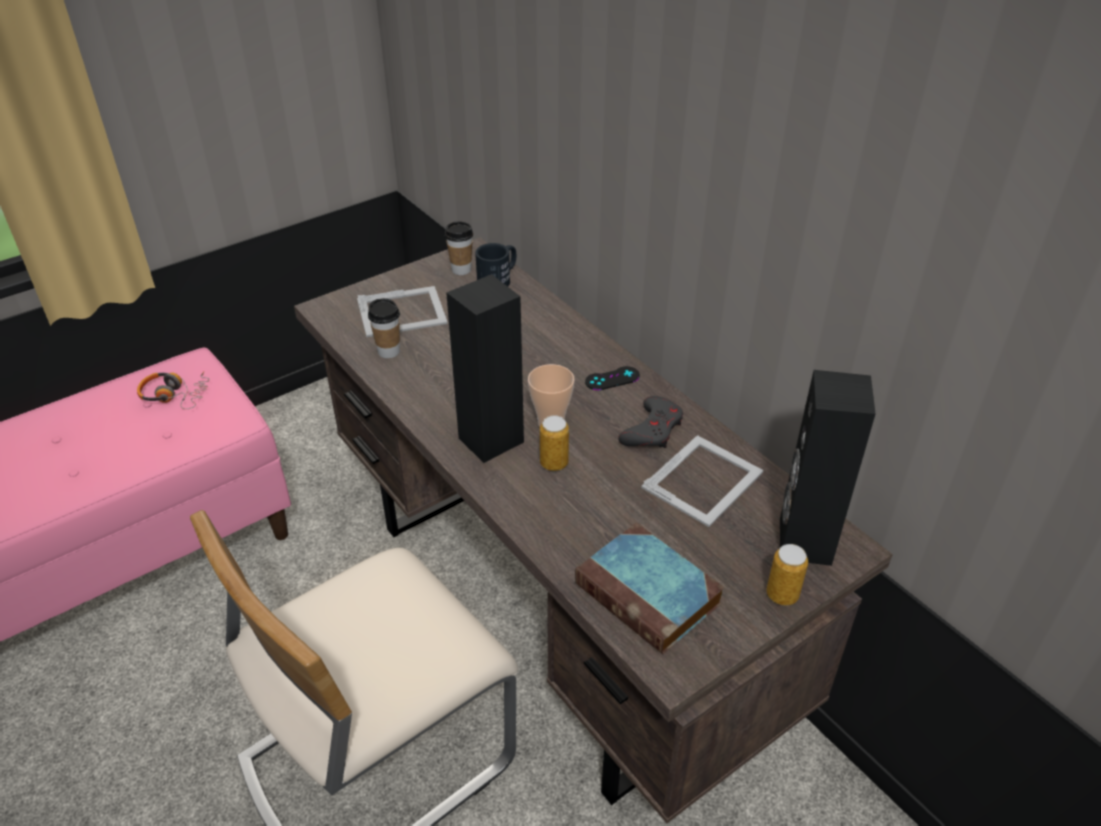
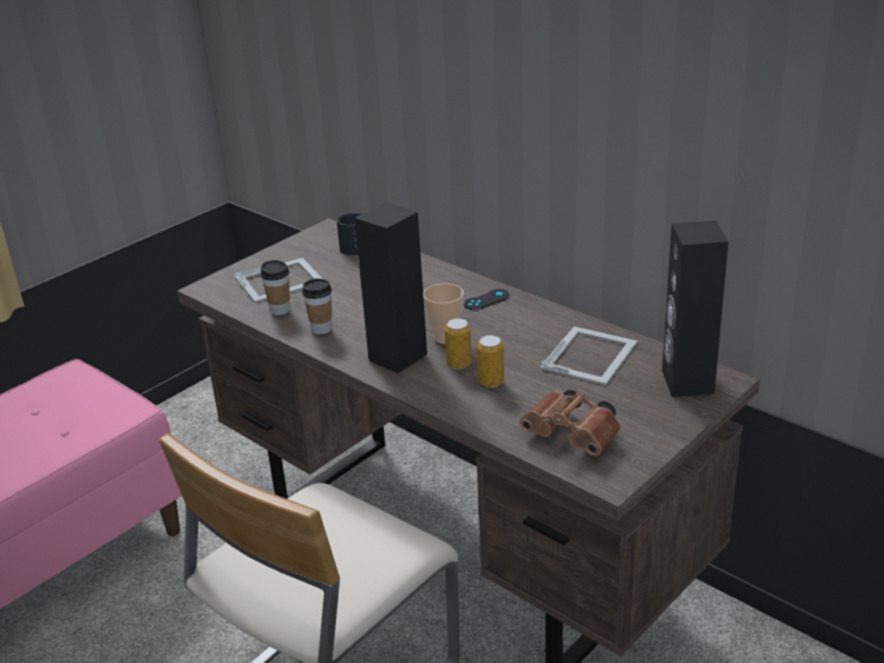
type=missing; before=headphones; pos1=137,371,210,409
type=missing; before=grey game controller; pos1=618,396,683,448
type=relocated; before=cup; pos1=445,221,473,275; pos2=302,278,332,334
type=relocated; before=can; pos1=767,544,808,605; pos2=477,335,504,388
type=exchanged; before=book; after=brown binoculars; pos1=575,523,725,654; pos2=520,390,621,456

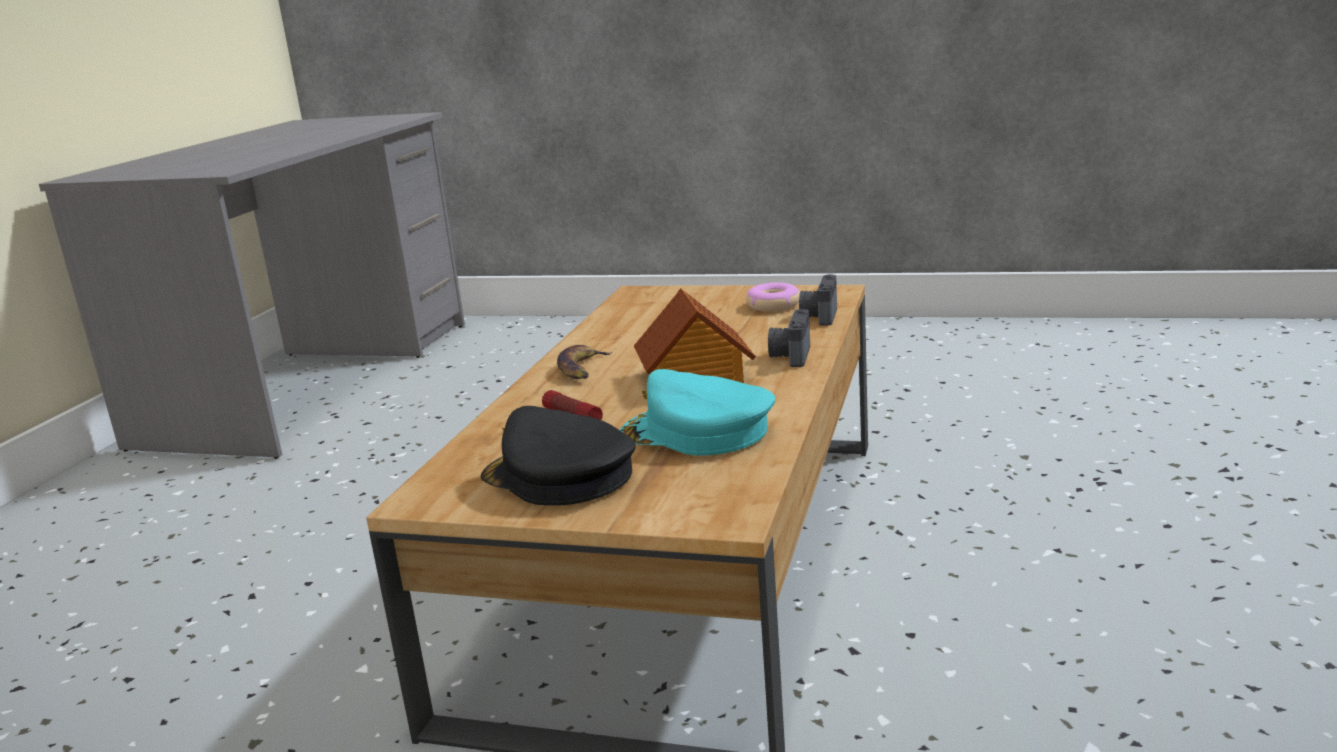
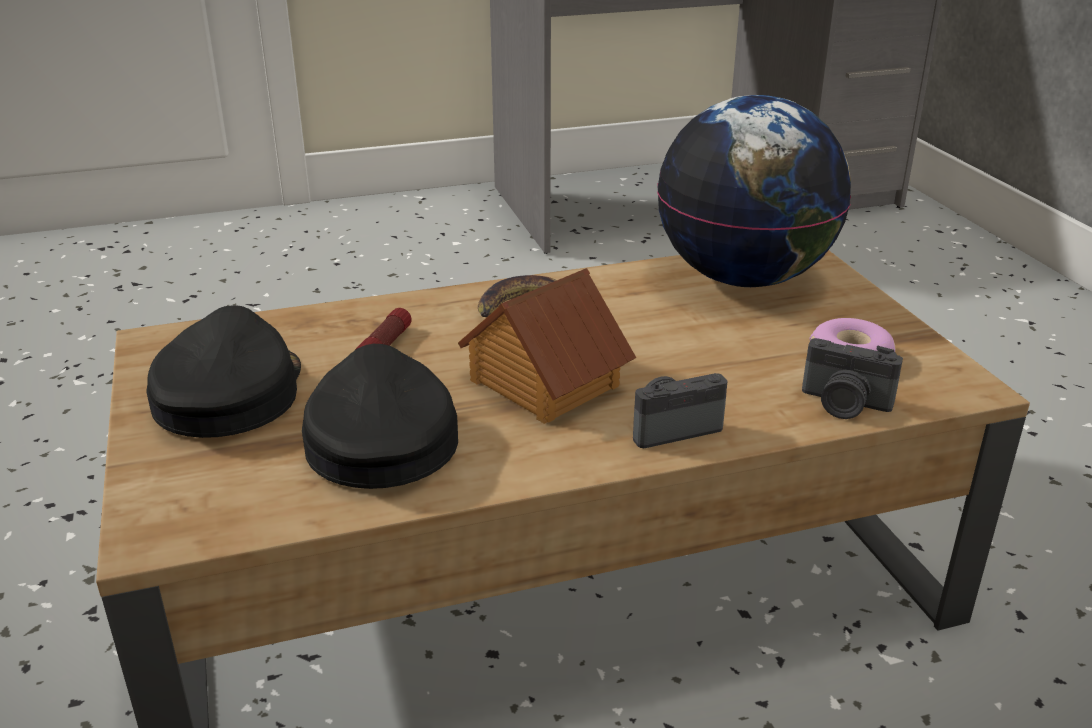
type=appeared; after=globe; pos2=657,95,851,287
type=colour; before=turquoise cap; after=black cap; pos1=620,369,775,456; pos2=302,344,458,489
type=spun; before=photo camera; pos1=799,274,837,326; pos2=802,338,903,419; turn=-135

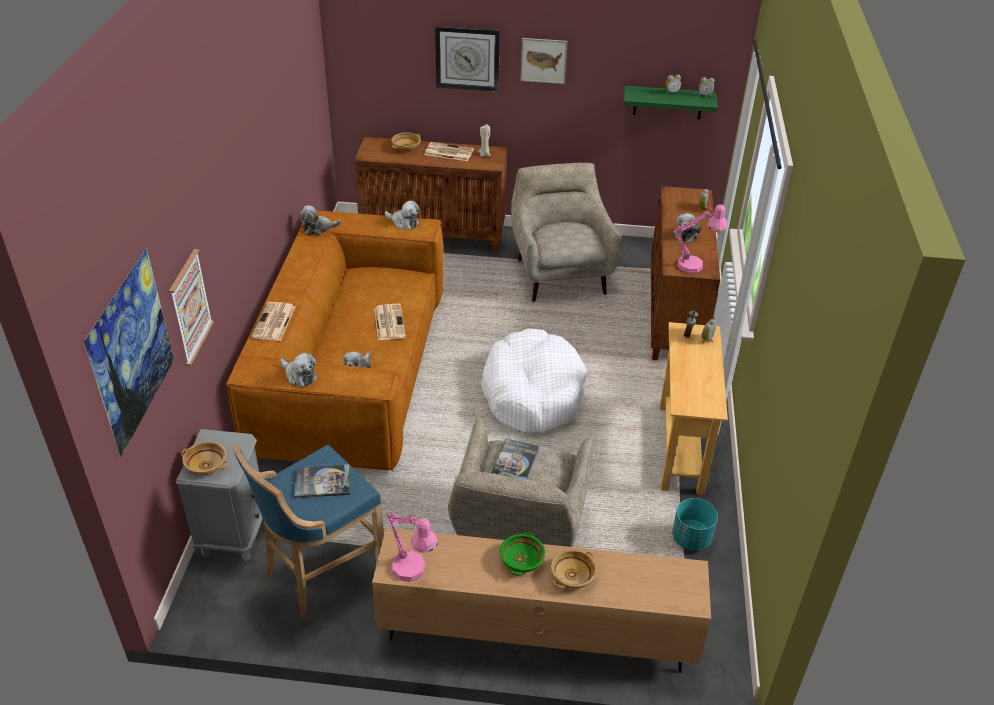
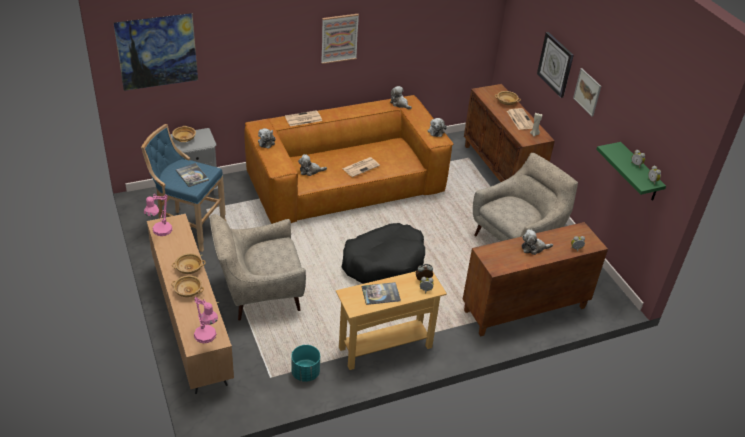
type=relocated; before=picture; pos1=169,249,214,366; pos2=321,14,359,64
type=relocated; before=book; pos1=491,439,539,480; pos2=362,282,401,305
type=relocated; before=pink table lamp; pos1=675,204,727,273; pos2=194,297,218,343
type=colour; before=white dog bed; after=black dog bed; pos1=481,328,587,434; pos2=341,223,425,284
type=colour; before=green bowl; after=beige bowl; pos1=500,532,545,575; pos2=172,253,206,274

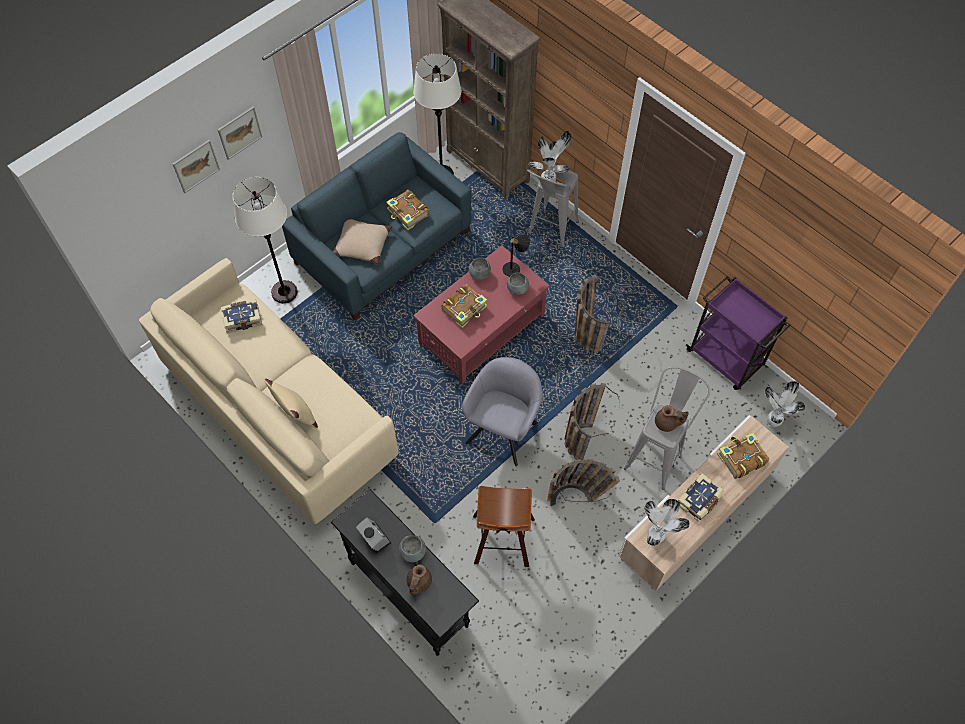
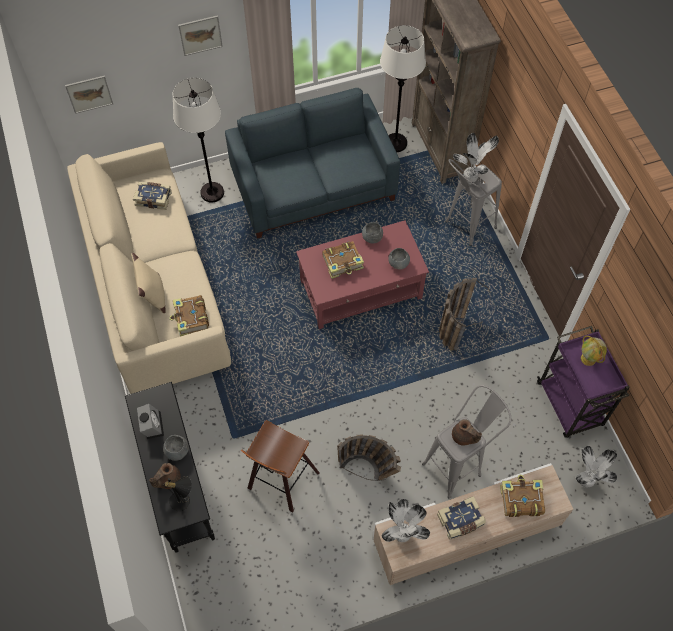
type=missing; before=beige pillow; pos1=333,218,392,264
type=missing; before=grey armchair; pos1=462,357,542,466
type=missing; before=basket; pos1=565,383,620,460
type=appeared; after=globe; pos2=581,336,607,366
type=relocated; before=picture; pos1=173,140,220,193; pos2=65,75,113,114
type=relocated; before=book; pos1=386,190,429,231; pos2=169,295,209,337
type=relocated; before=black table lamp; pos1=502,234,530,277; pos2=164,476,192,511

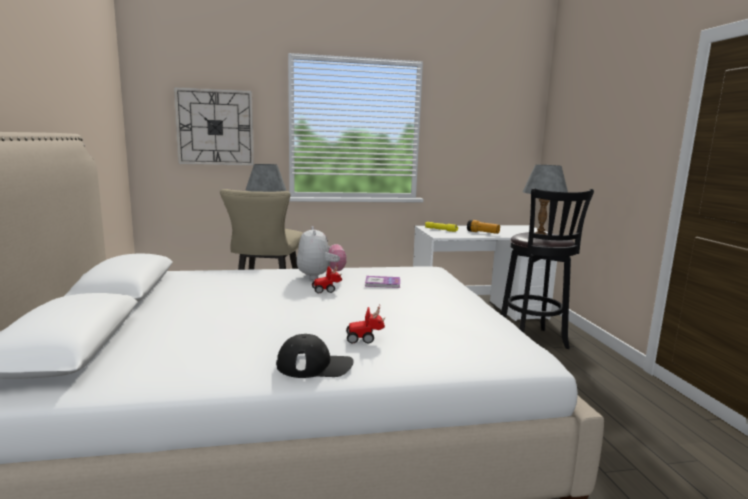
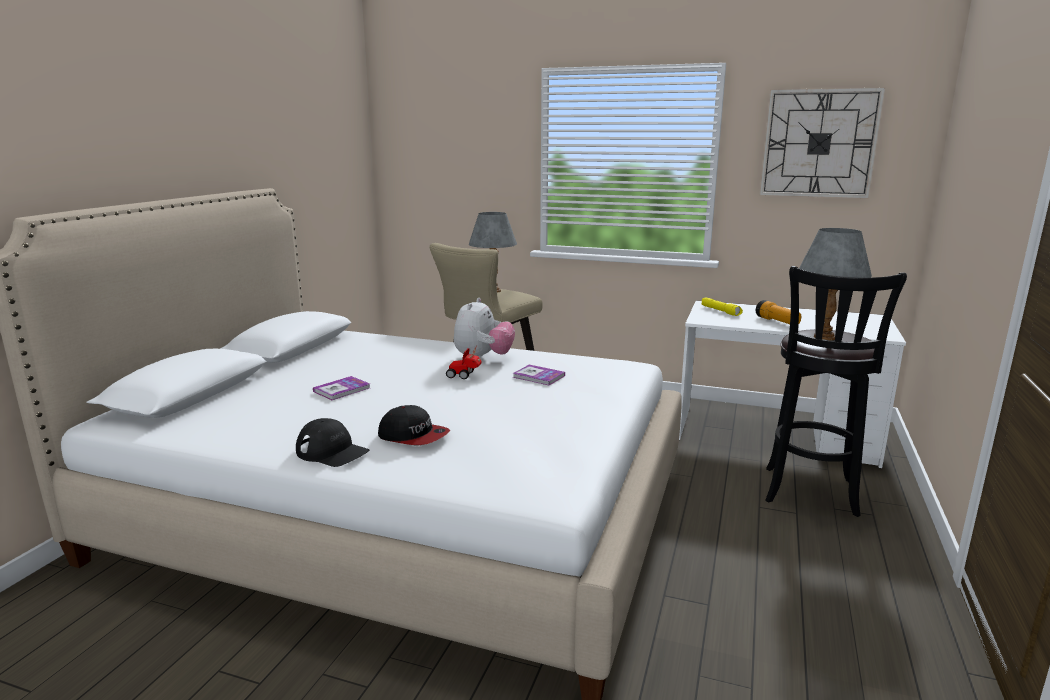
type=appeared; after=book; pos2=313,376,370,400
type=relocated; before=wall clock; pos1=174,87,254,166; pos2=760,88,885,199
type=exchanged; before=toy car; after=cap; pos1=346,305,385,344; pos2=378,405,450,445

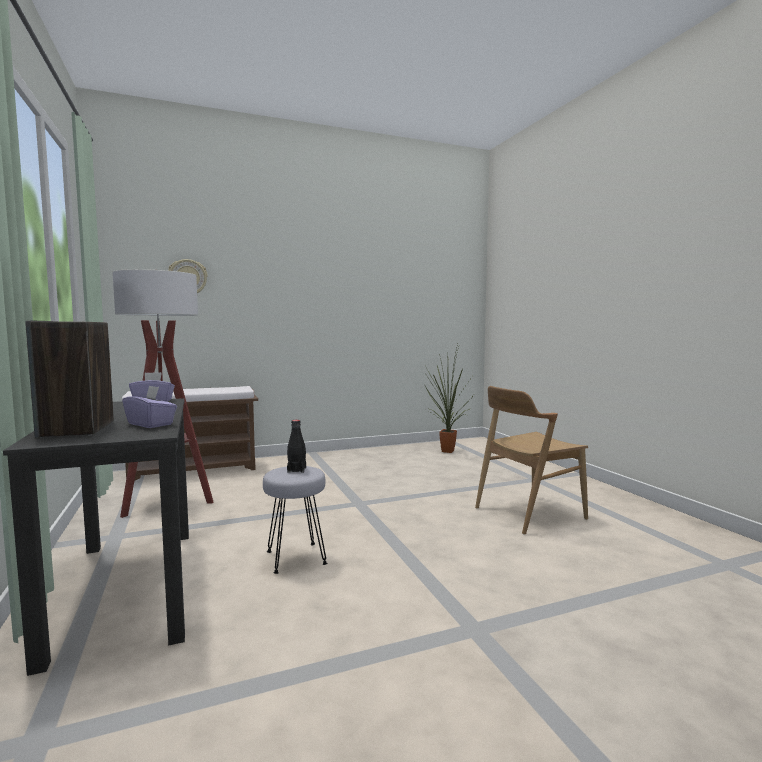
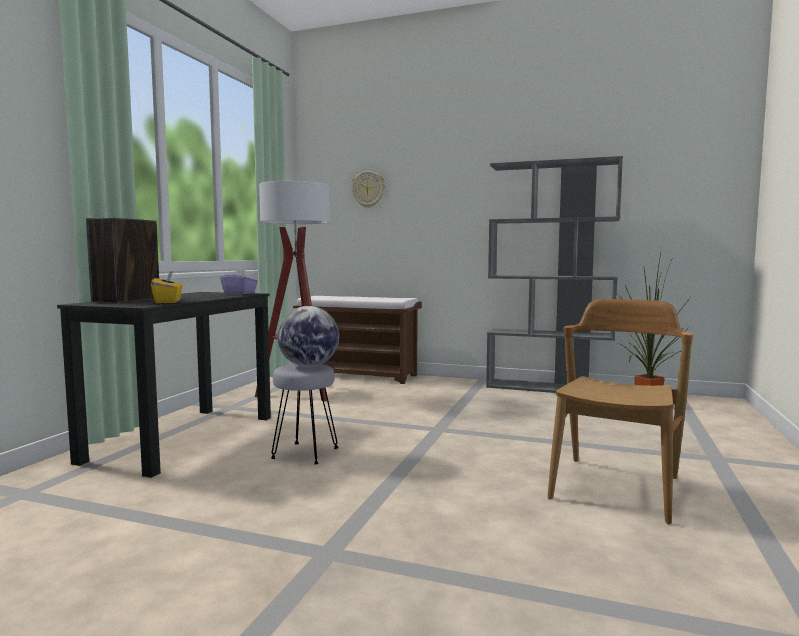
type=appeared; after=grey bookcase; pos2=486,156,623,393
type=exchanged; before=black bottle; after=globe; pos1=287,420,306,473; pos2=278,306,339,367
type=colour; before=purple tissue box; after=yellow tissue box; pos1=123,385,177,428; pos2=151,271,183,303
type=spun; before=brown chair; pos1=475,386,588,535; pos2=547,299,693,525; turn=105

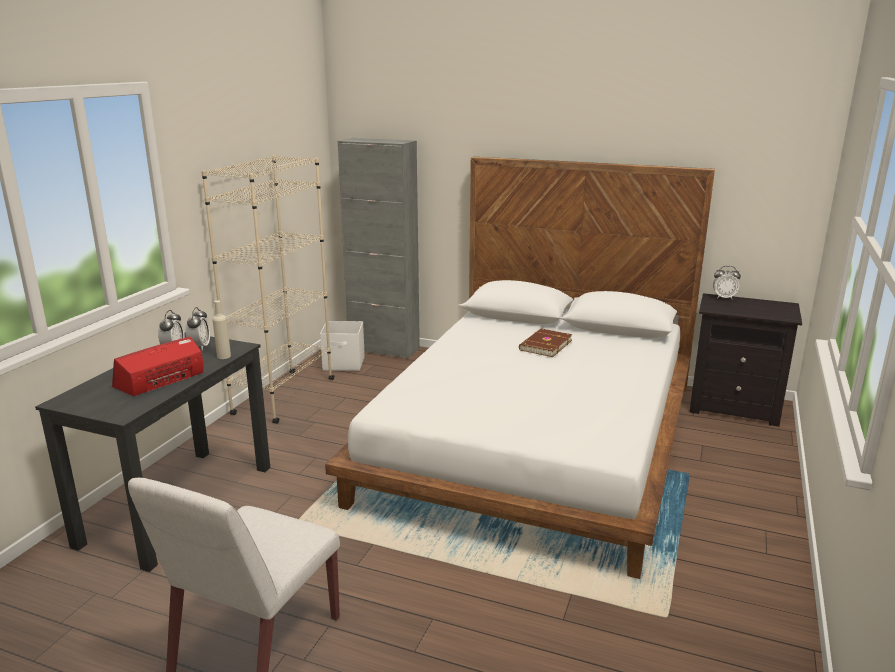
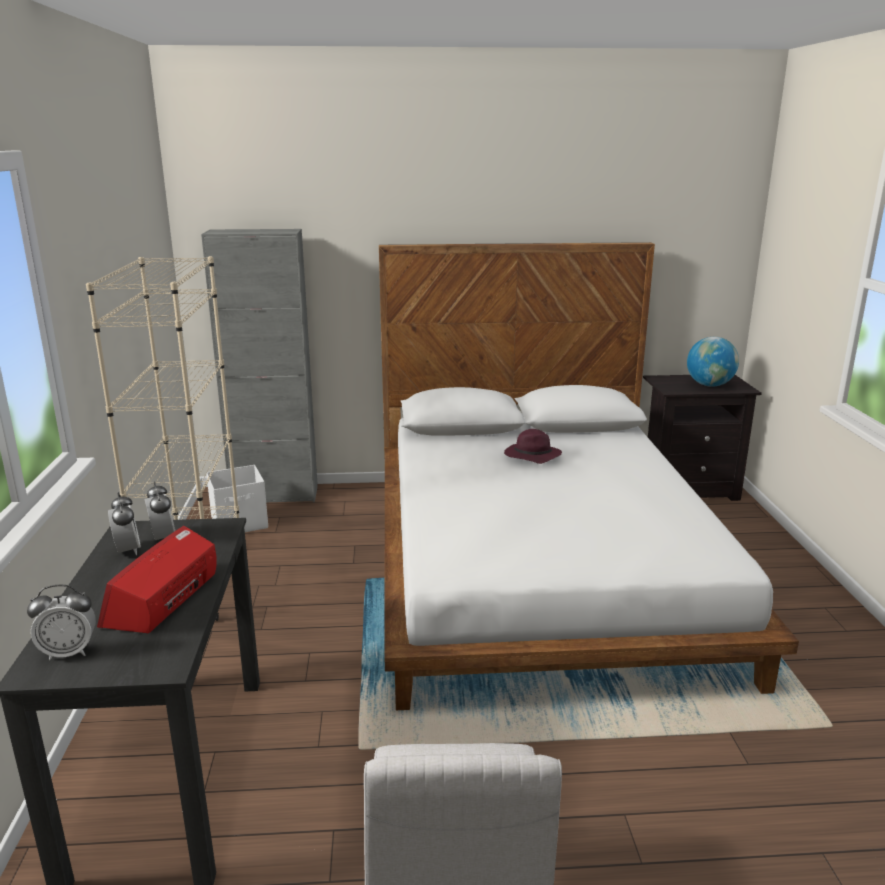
type=missing; before=beige bottle; pos1=212,300,231,359
type=appeared; after=globe; pos2=687,337,739,387
type=relocated; before=alarm clock; pos1=713,266,741,299; pos2=27,585,96,660
type=exchanged; before=brown book; after=purple hat; pos1=519,329,573,357; pos2=504,429,562,464

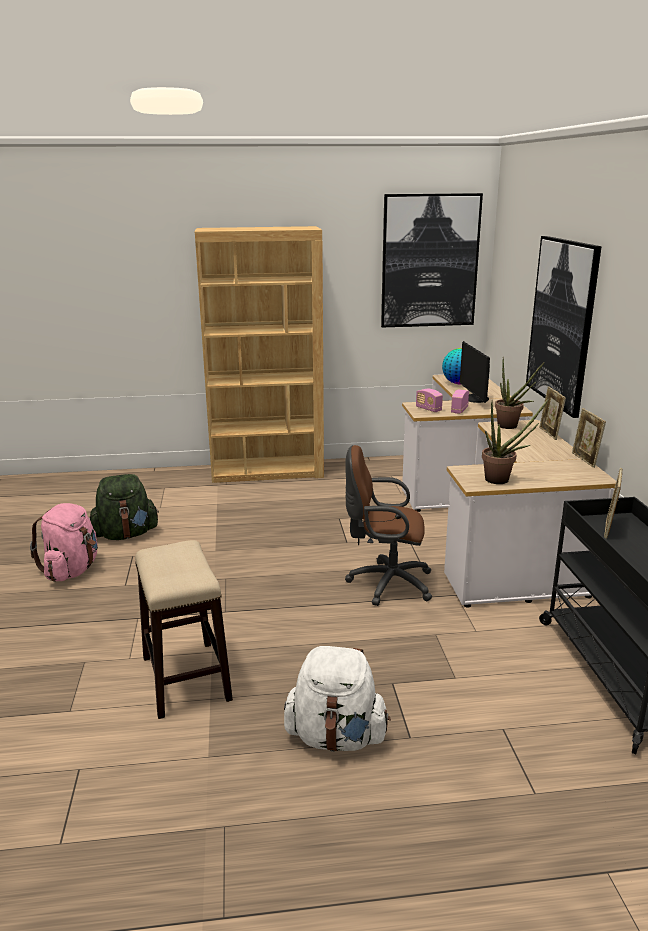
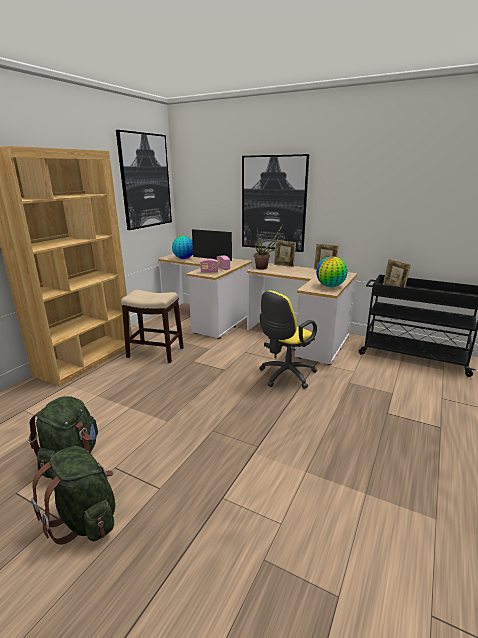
type=missing; before=white backpack; pos1=284,646,391,752
type=relocated; before=stool; pos1=135,540,233,719; pos2=121,290,184,363
type=exchanged; before=potted plant; after=globe; pos1=482,399,549,484; pos2=316,256,348,287
type=colour; before=pink backpack; after=green backpack; pos1=30,503,98,582; pos2=31,446,115,545
type=colour; before=brown office chair; after=yellow office chair; pos1=345,445,432,606; pos2=259,291,317,389

